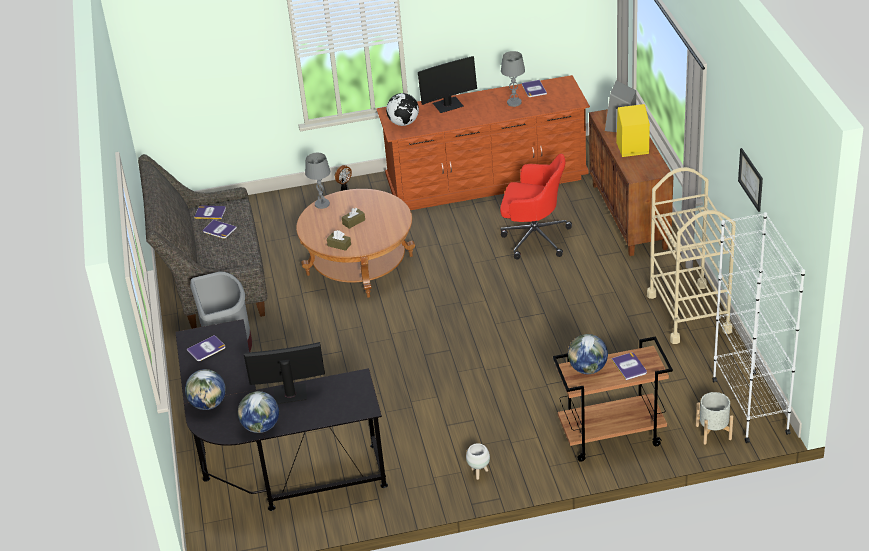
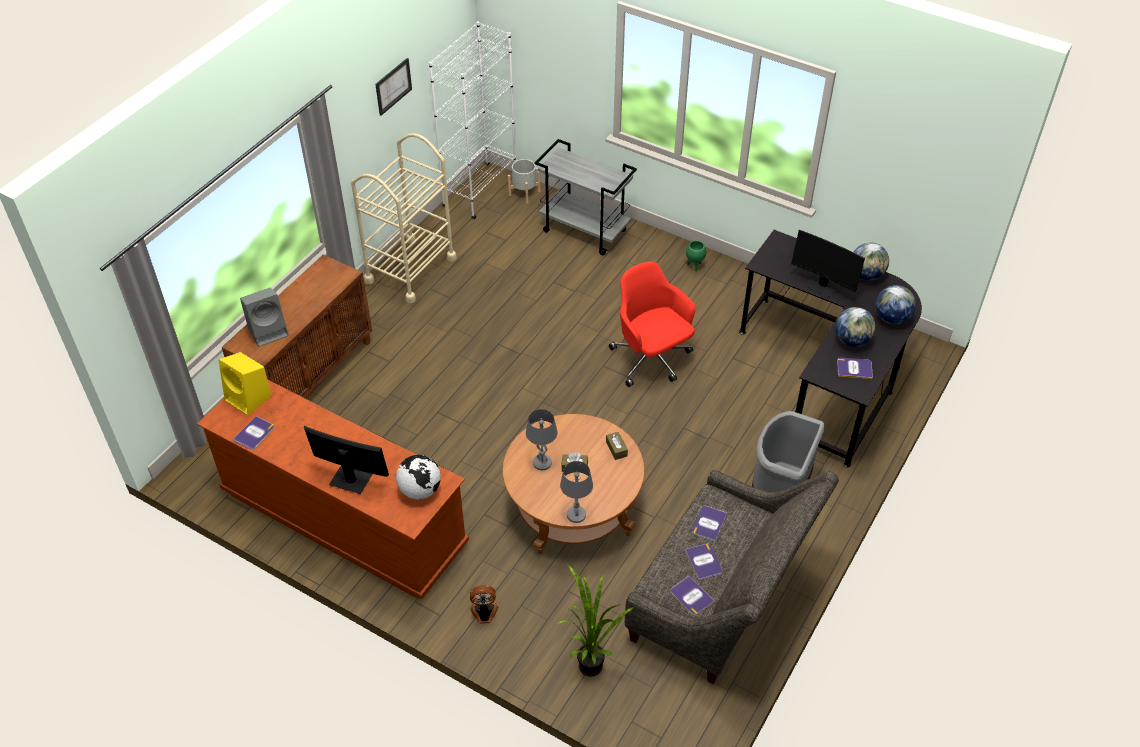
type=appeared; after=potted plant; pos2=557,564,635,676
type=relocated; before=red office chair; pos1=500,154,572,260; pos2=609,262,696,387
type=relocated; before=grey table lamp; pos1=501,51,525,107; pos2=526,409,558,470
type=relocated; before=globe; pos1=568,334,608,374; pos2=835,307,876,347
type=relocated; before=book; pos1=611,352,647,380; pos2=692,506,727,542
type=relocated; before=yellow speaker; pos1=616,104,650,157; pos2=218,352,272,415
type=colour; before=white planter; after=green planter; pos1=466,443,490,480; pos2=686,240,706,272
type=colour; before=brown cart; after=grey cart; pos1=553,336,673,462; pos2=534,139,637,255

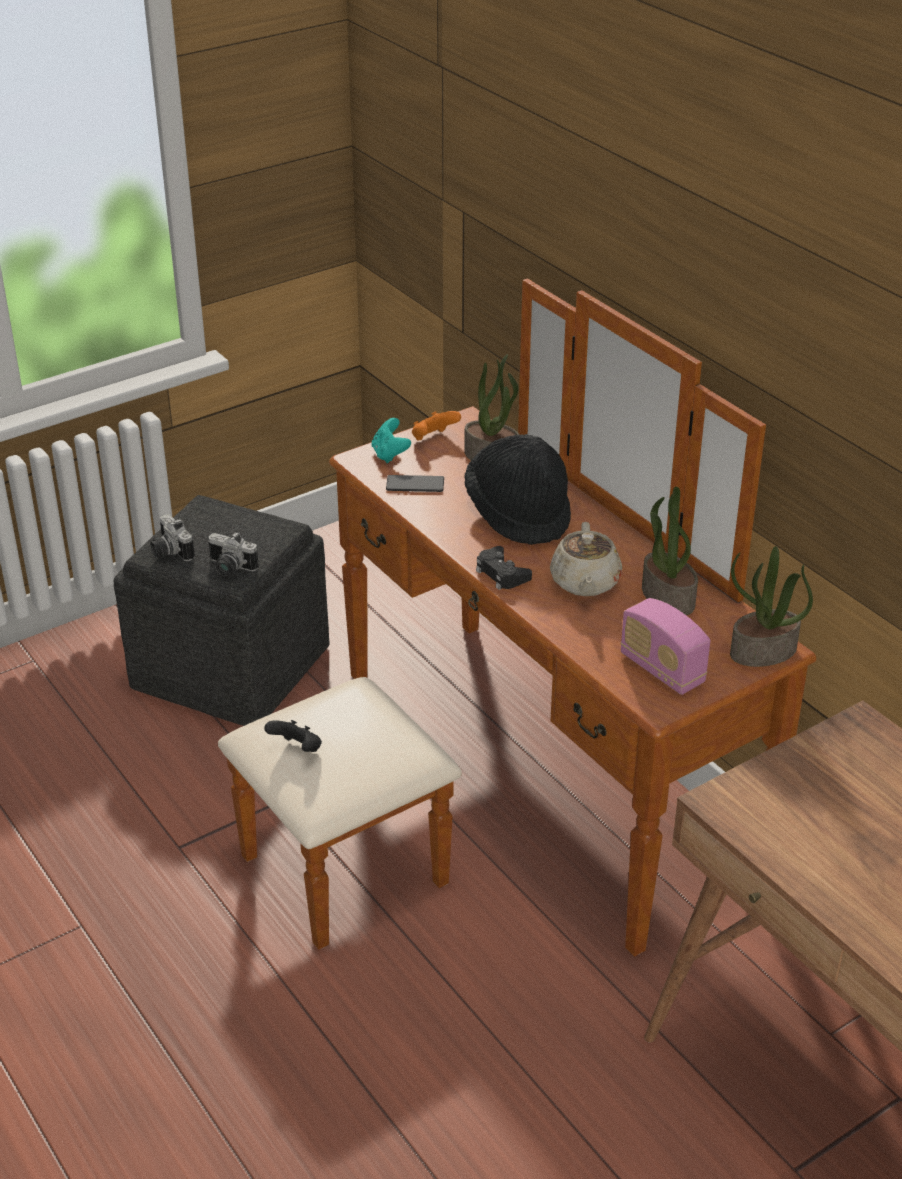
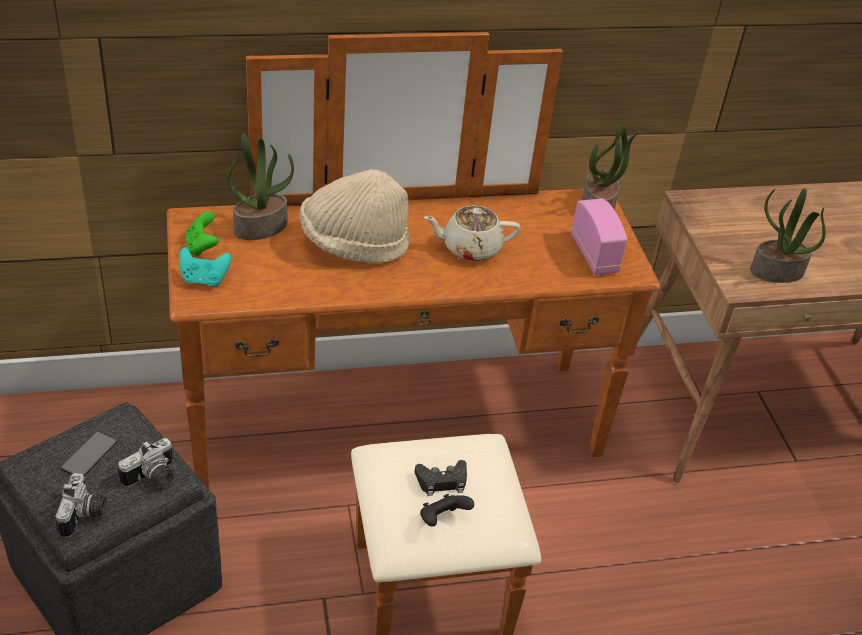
type=relocated; before=phone; pos1=386,475,444,492; pos2=61,432,117,476
type=relocated; before=black game controller; pos1=476,546,532,590; pos2=415,460,467,496
type=relocated; before=potted plant; pos1=642,486,698,615; pos2=750,189,826,283
type=colour; before=orange game controller; after=green game controller; pos1=412,411,461,440; pos2=185,211,219,257
type=colour; before=black hat; after=beige hat; pos1=464,434,571,545; pos2=300,169,410,263
type=spun; before=photo camera; pos1=150,514,195,561; pos2=55,473,107,538; turn=-75
type=spun; before=beige teapot; pos1=550,522,622,596; pos2=424,205,520,261; turn=150
type=spun; before=radio; pos1=620,598,710,695; pos2=571,199,627,275; turn=-90

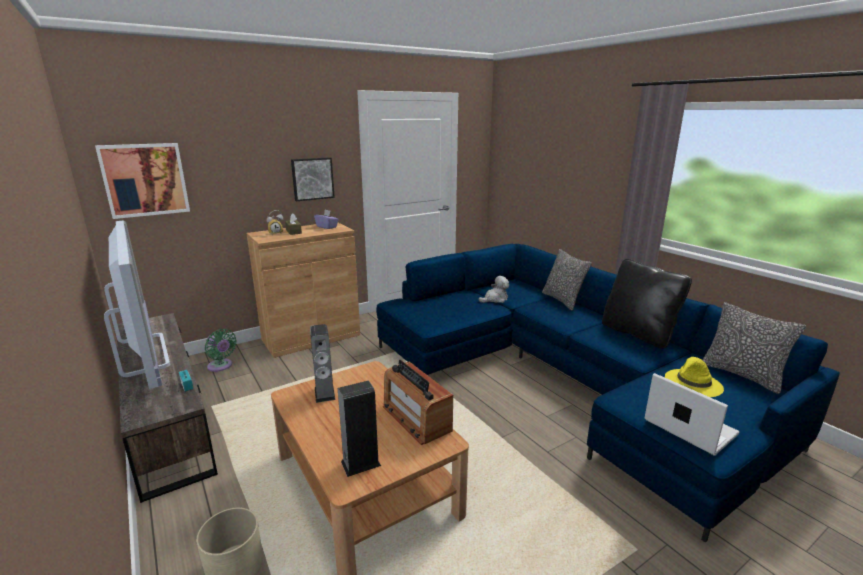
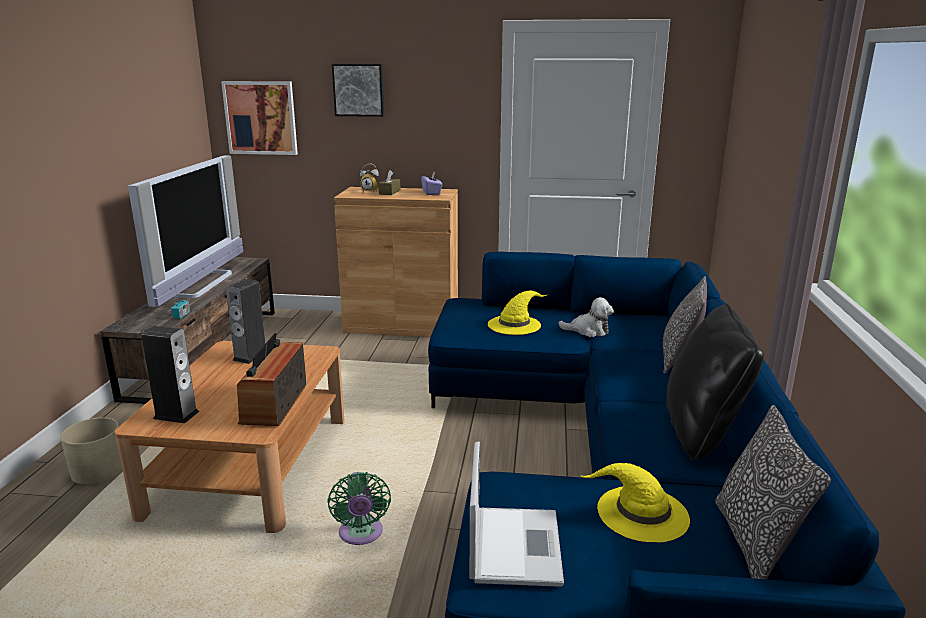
type=appeared; after=yellow hat; pos2=488,290,546,335
type=relocated; before=green fan; pos1=205,329,236,372; pos2=327,472,391,545
type=relocated; before=picture; pos1=291,157,335,201; pos2=332,64,384,117

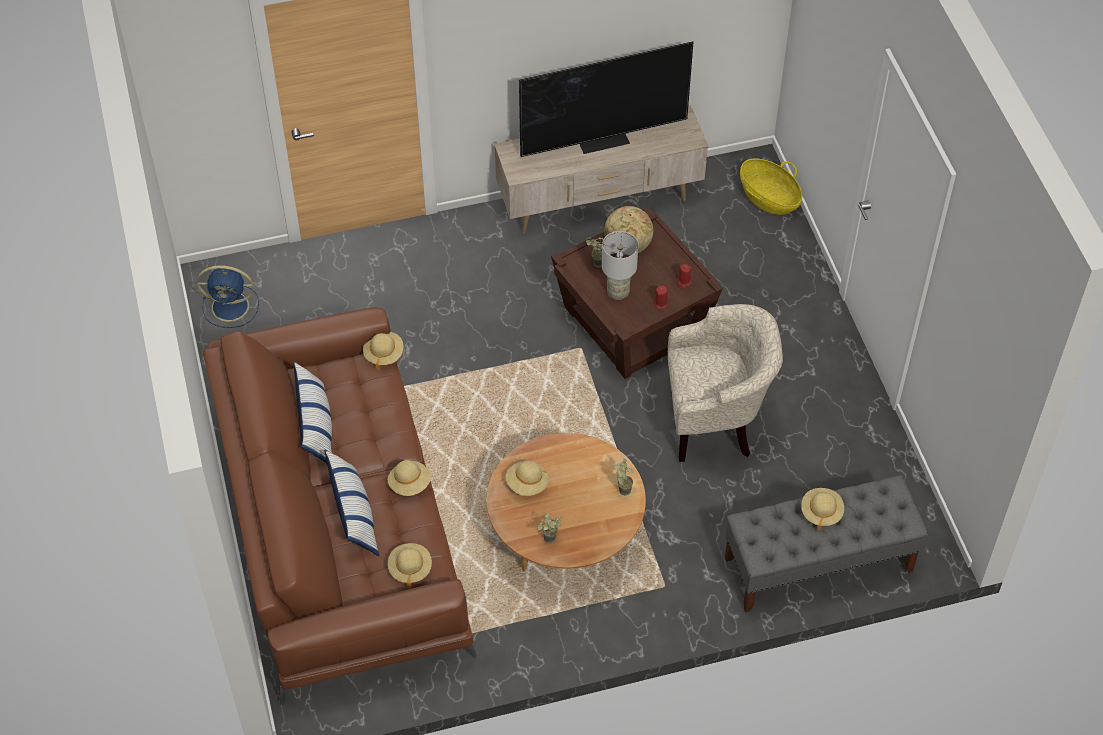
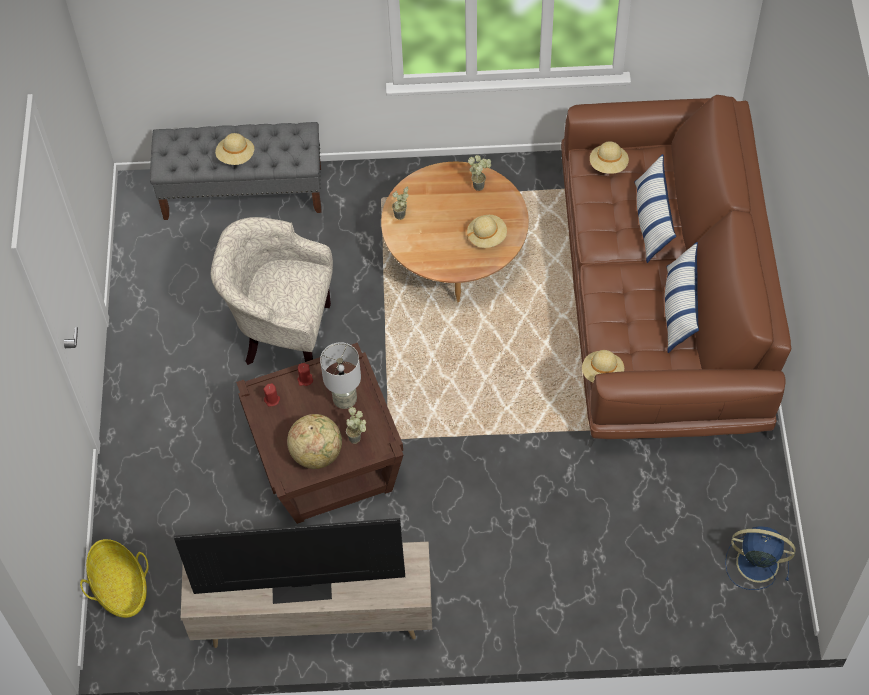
type=missing; before=beige hat; pos1=388,460,431,496

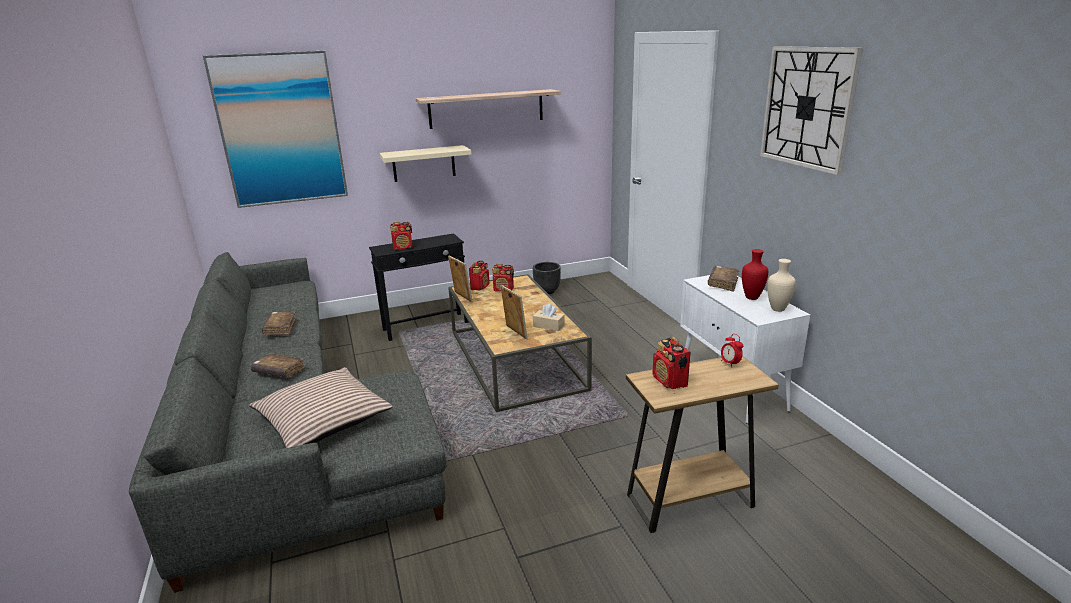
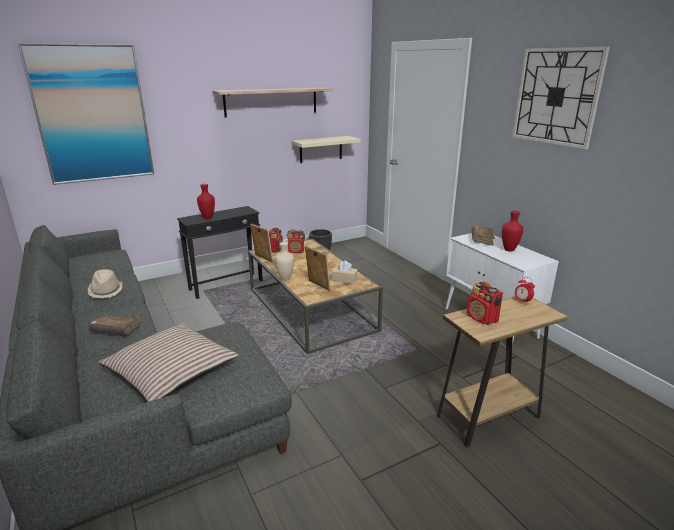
type=relocated; before=beige shelf; pos1=380,145,471,182; pos2=292,136,361,163
type=relocated; before=beige vase; pos1=767,259,796,312; pos2=275,242,294,281
type=exchanged; before=brown book; after=beige hat; pos1=262,311,296,335; pos2=88,269,123,299
type=exchanged; before=radio; after=red vase; pos1=390,221,413,250; pos2=197,184,215,219

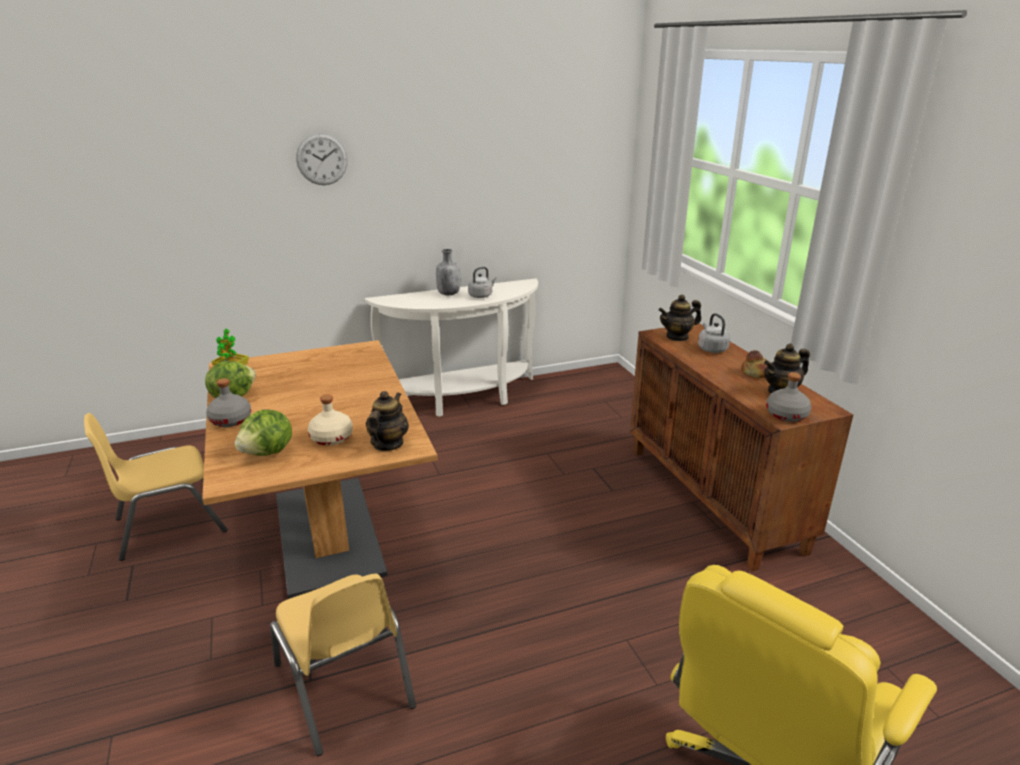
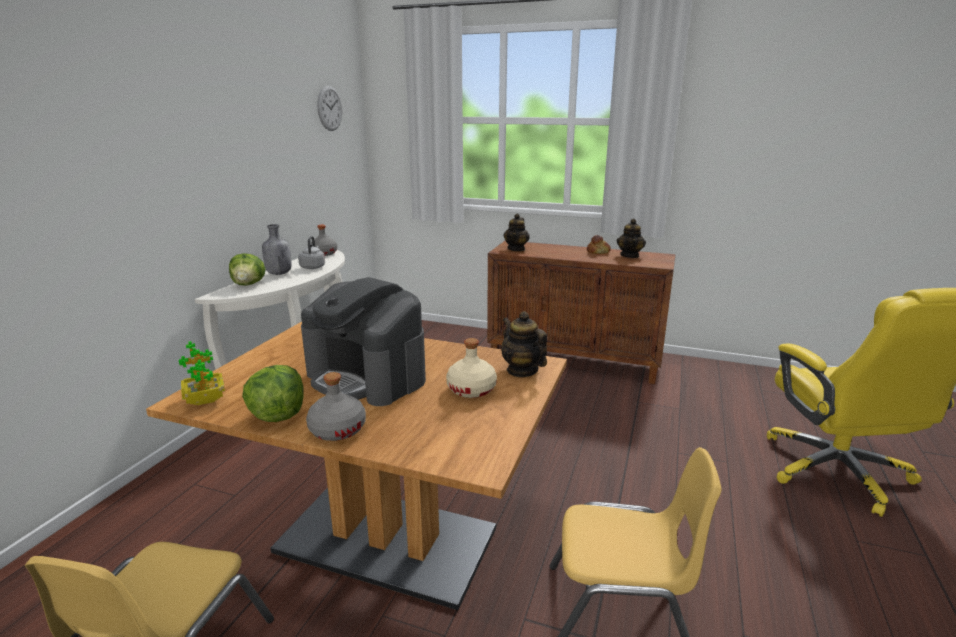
type=missing; before=grey kettle; pos1=698,313,730,353
type=appeared; after=coffee machine; pos2=301,277,426,406
type=relocated; before=lettuce; pos1=235,410,292,456; pos2=229,253,266,286
type=relocated; before=wall clock; pos1=296,133,348,185; pos2=317,86,342,131
type=relocated; before=grey bottle; pos1=766,372,811,422; pos2=310,225,337,256

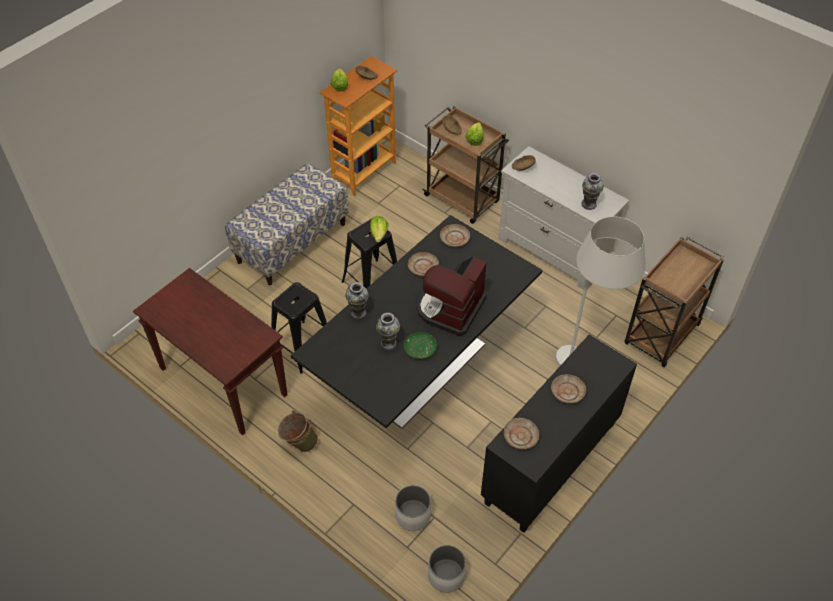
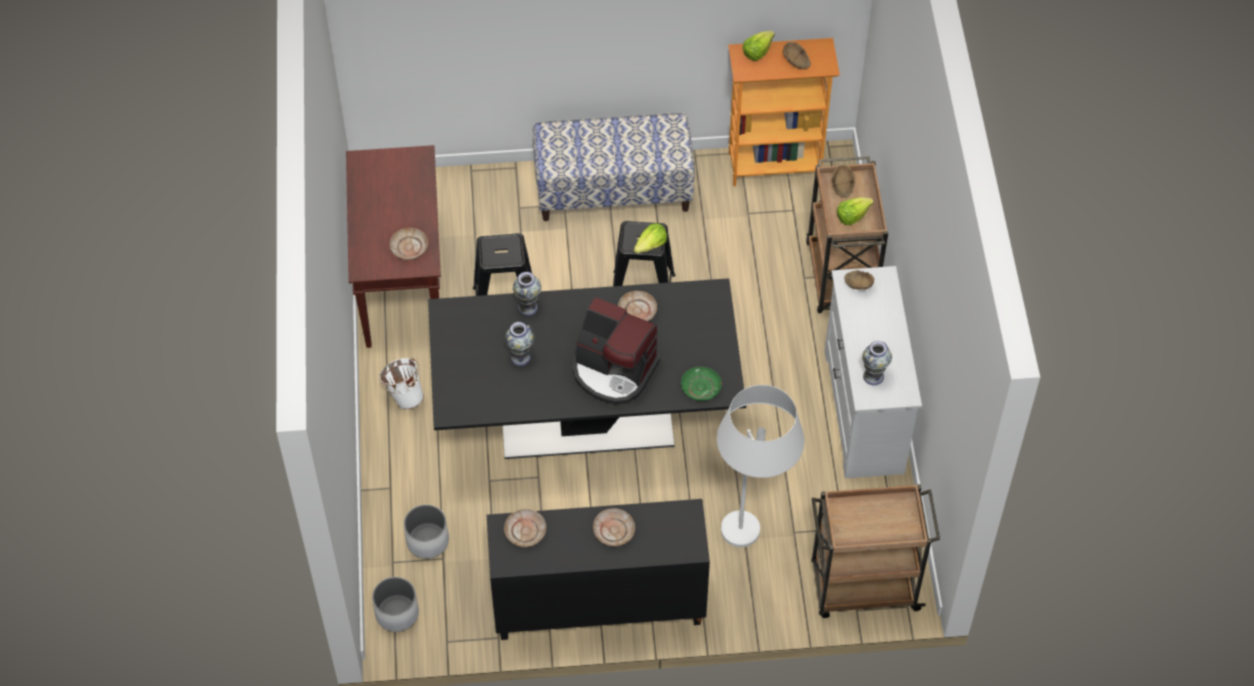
type=relocated; before=green plate; pos1=404,332,437,359; pos2=681,367,722,401
type=relocated; before=beige plate; pos1=440,224,470,247; pos2=390,228,428,260
type=colour; before=green bucket; after=white bucket; pos1=278,411,318,452; pos2=379,357,424,410
type=spun; before=coffee machine; pos1=417,256,487,336; pos2=573,297,660,405; turn=-135

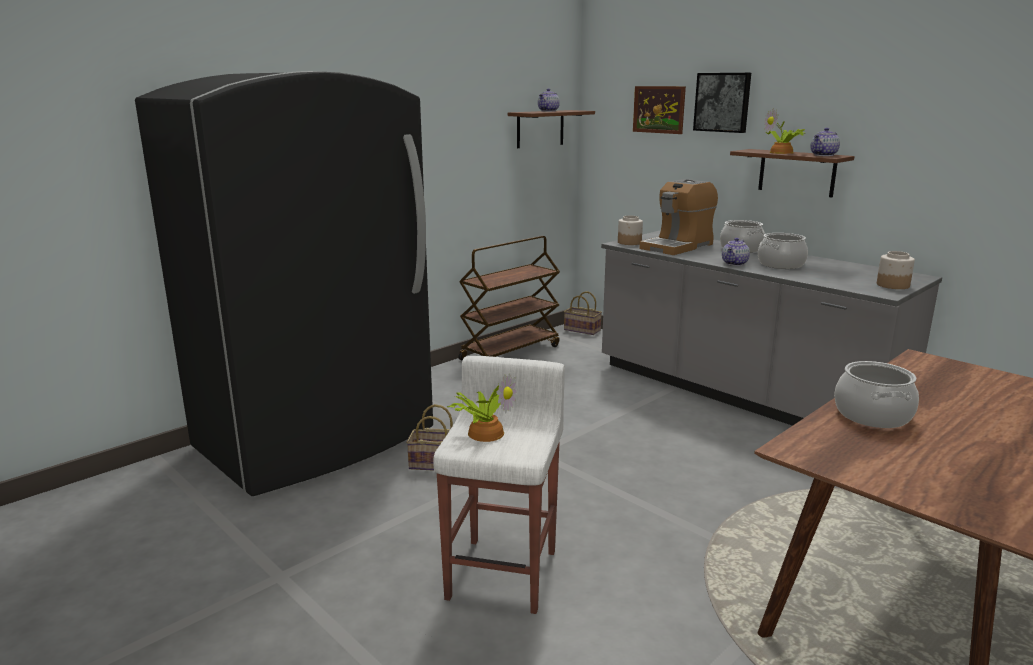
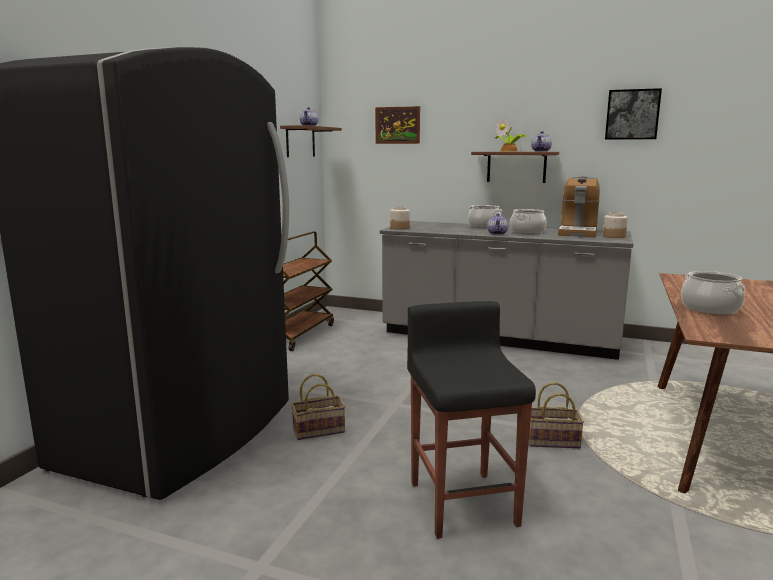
type=missing; before=potted plant; pos1=447,374,517,442
type=relocated; before=basket; pos1=564,292,602,335; pos2=529,382,584,449
type=relocated; before=coffee machine; pos1=639,179,718,255; pos2=558,176,600,238
type=relocated; before=picture; pos1=693,73,751,133; pos2=605,88,662,140
type=colour; before=white stool; after=black stool; pos1=433,356,565,614; pos2=407,301,536,539

